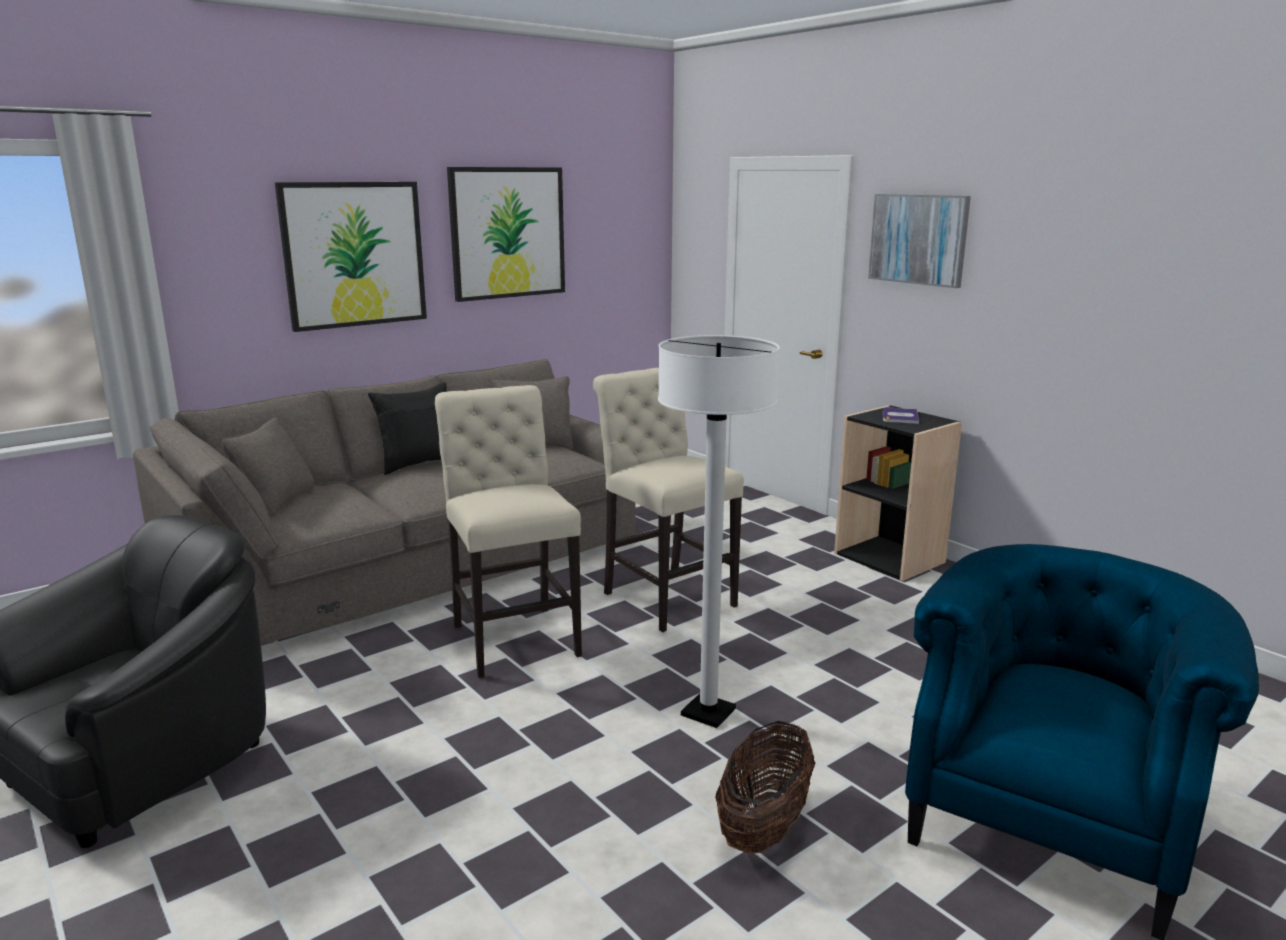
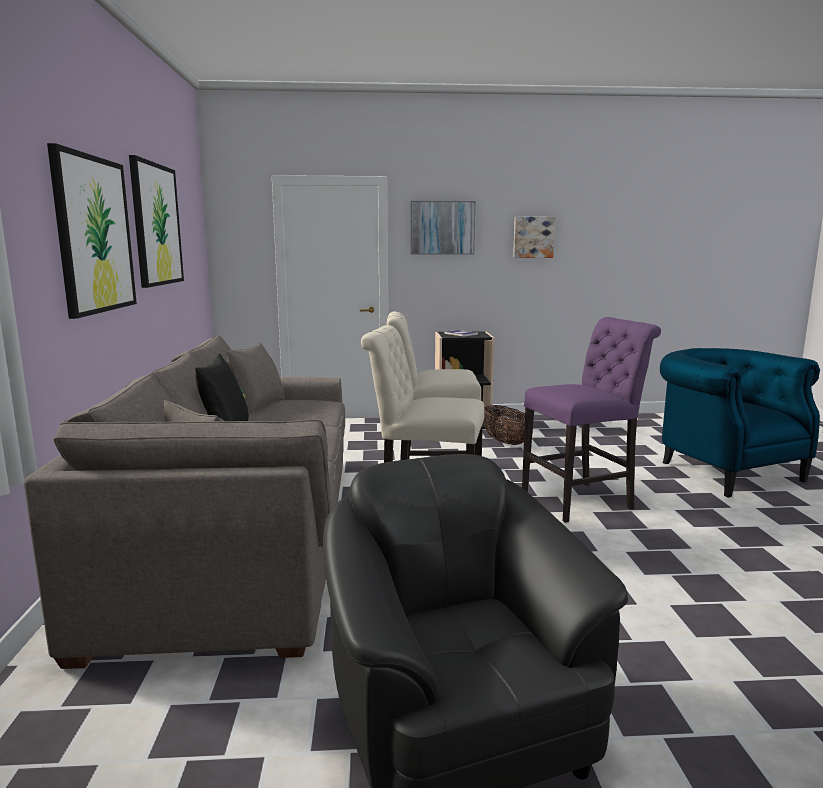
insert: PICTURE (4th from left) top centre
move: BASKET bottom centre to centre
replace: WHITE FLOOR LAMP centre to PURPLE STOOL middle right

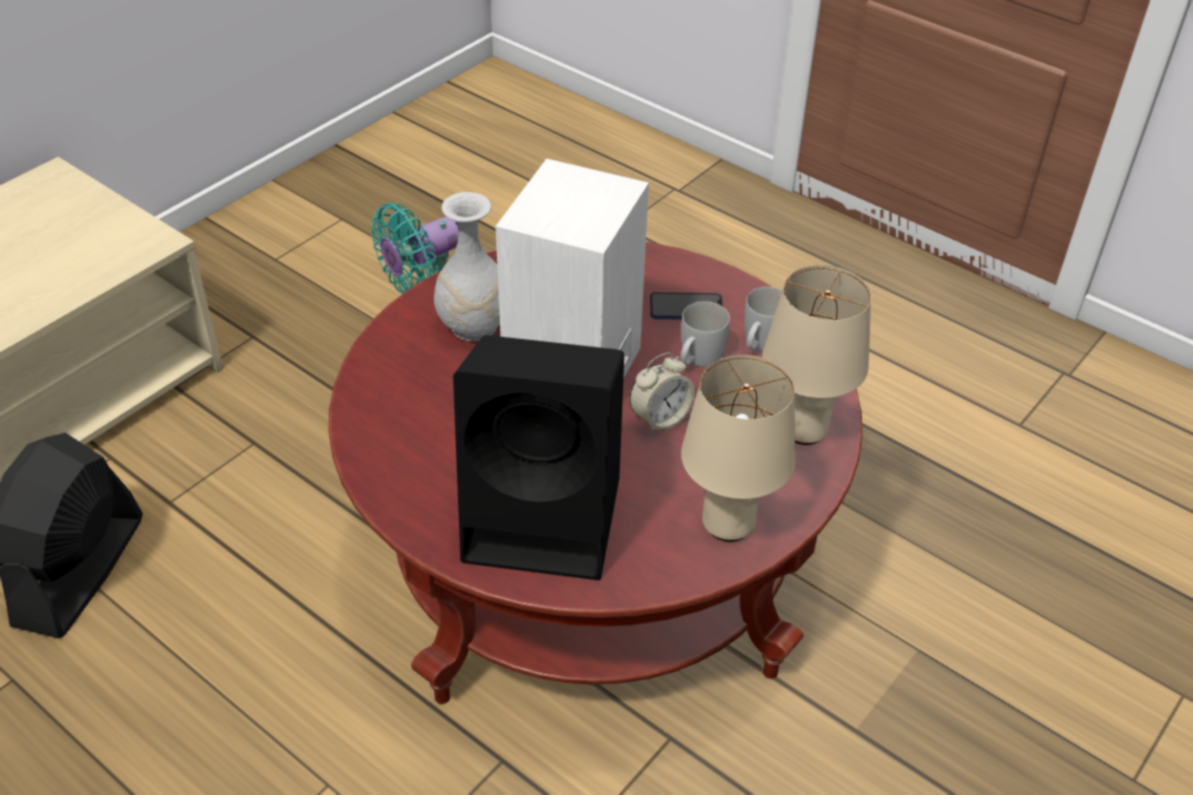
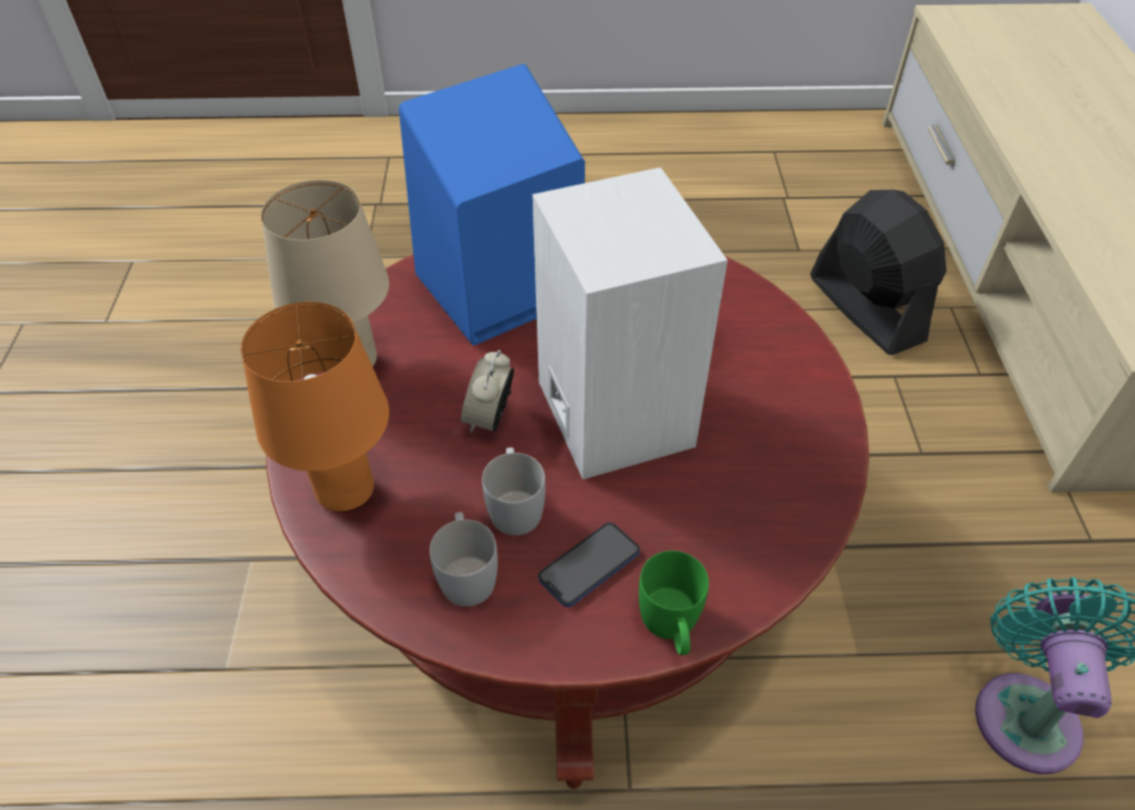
delete: WHITE VASE centre
insert: GREEN MUG bottom centre
recolor: BLACK SPEAKER centre to BLUE SPEAKER top centre; BEIGE TABLE LAMP (2nd from left) middle right to ORANGE TABLE LAMP middle left

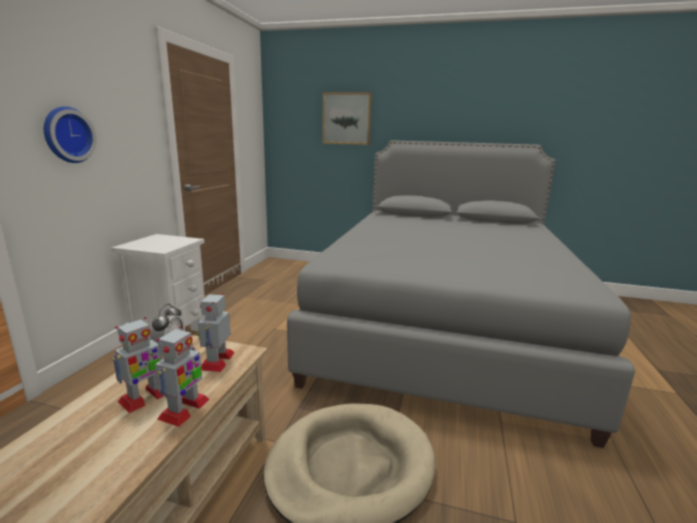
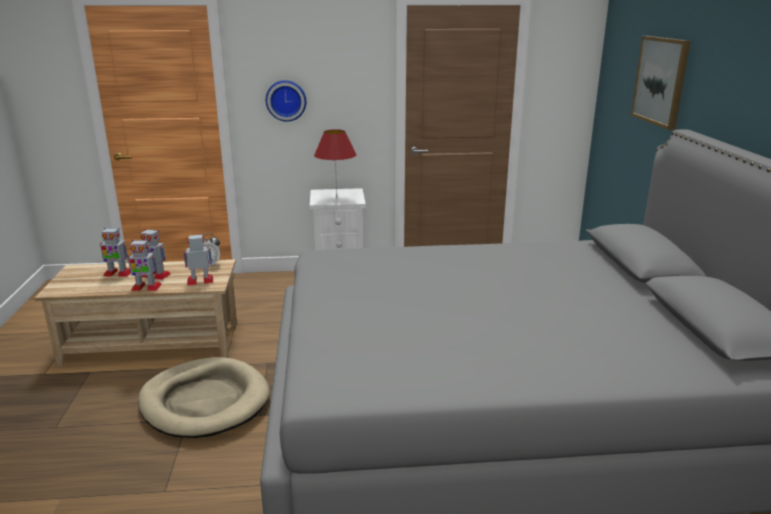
insert: TOY ROBOT (1st from left) middle left; RED TABLE LAMP top centre

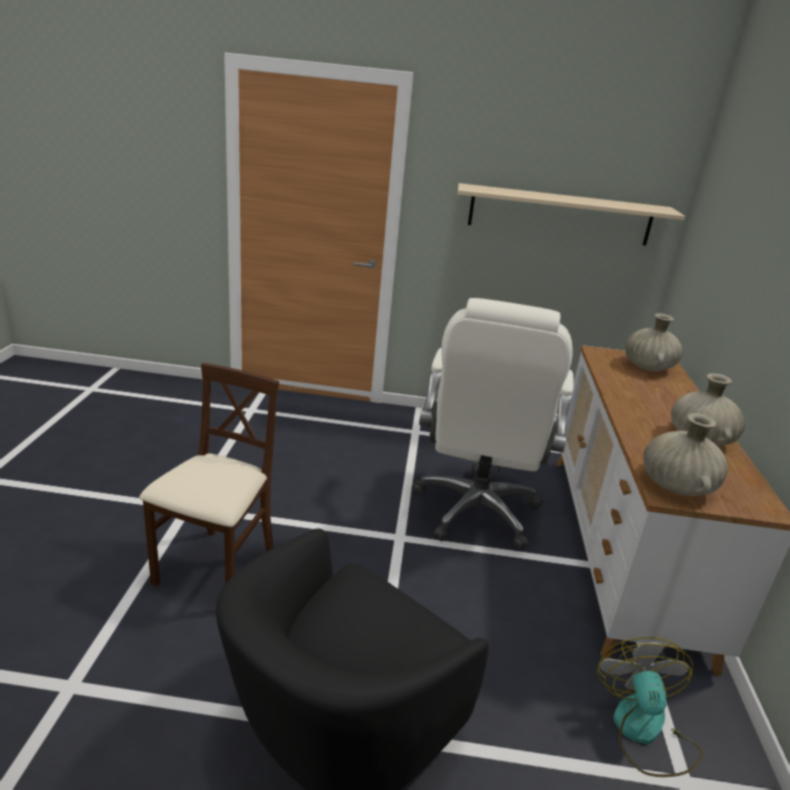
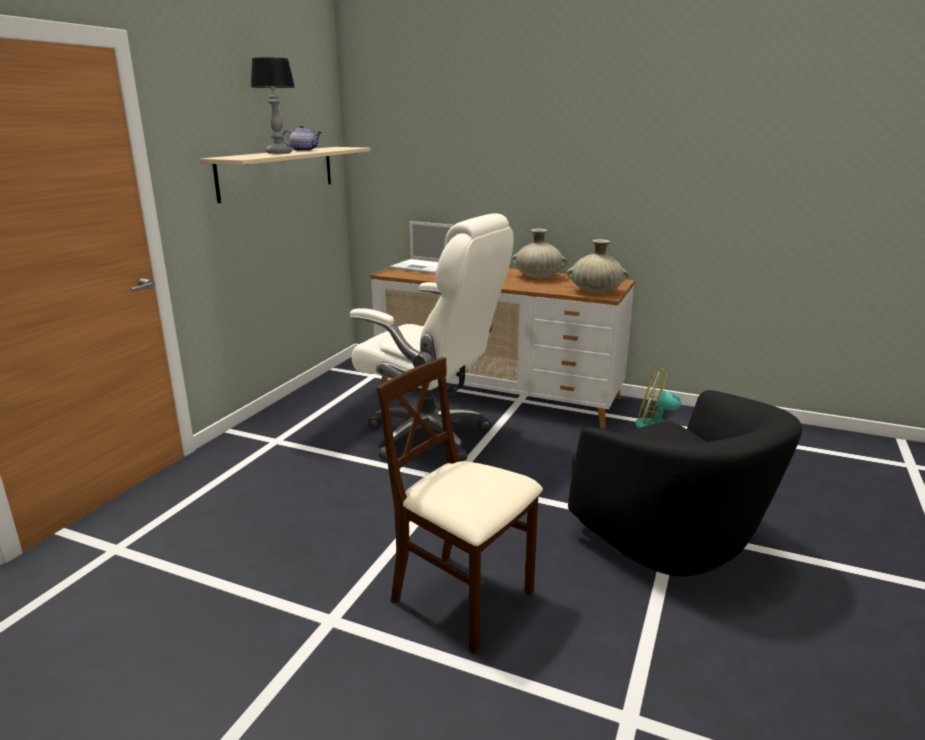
insert: TABLE LAMP top left; TEAPOT top left
replace: BEIGE VASE (1st from left) middle right to LAPTOP centre

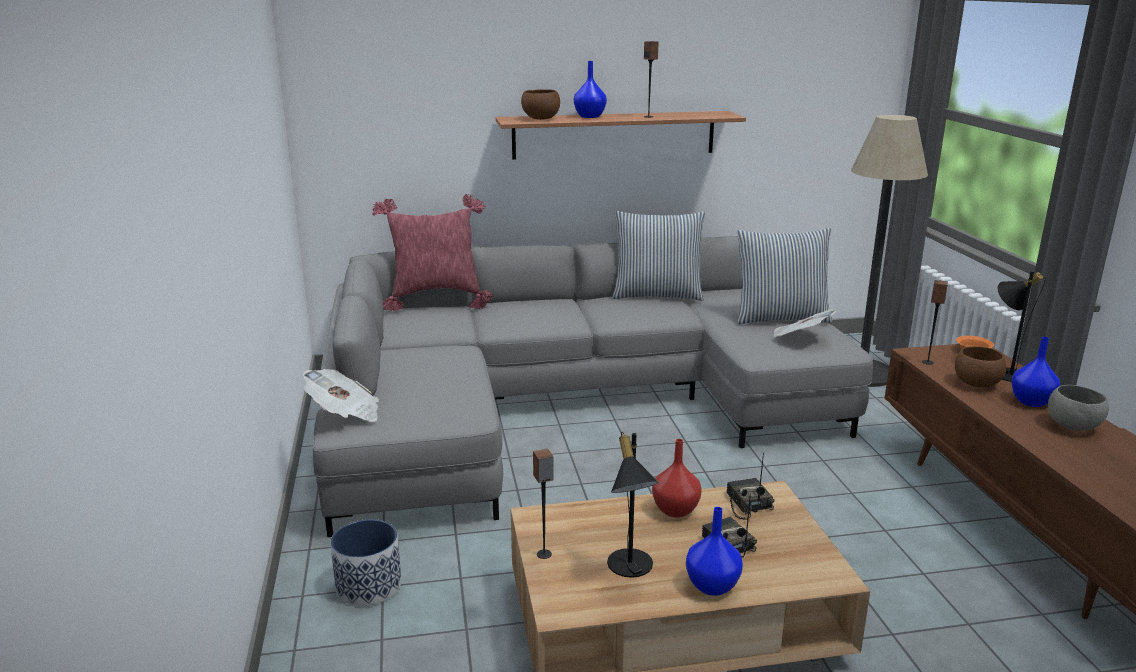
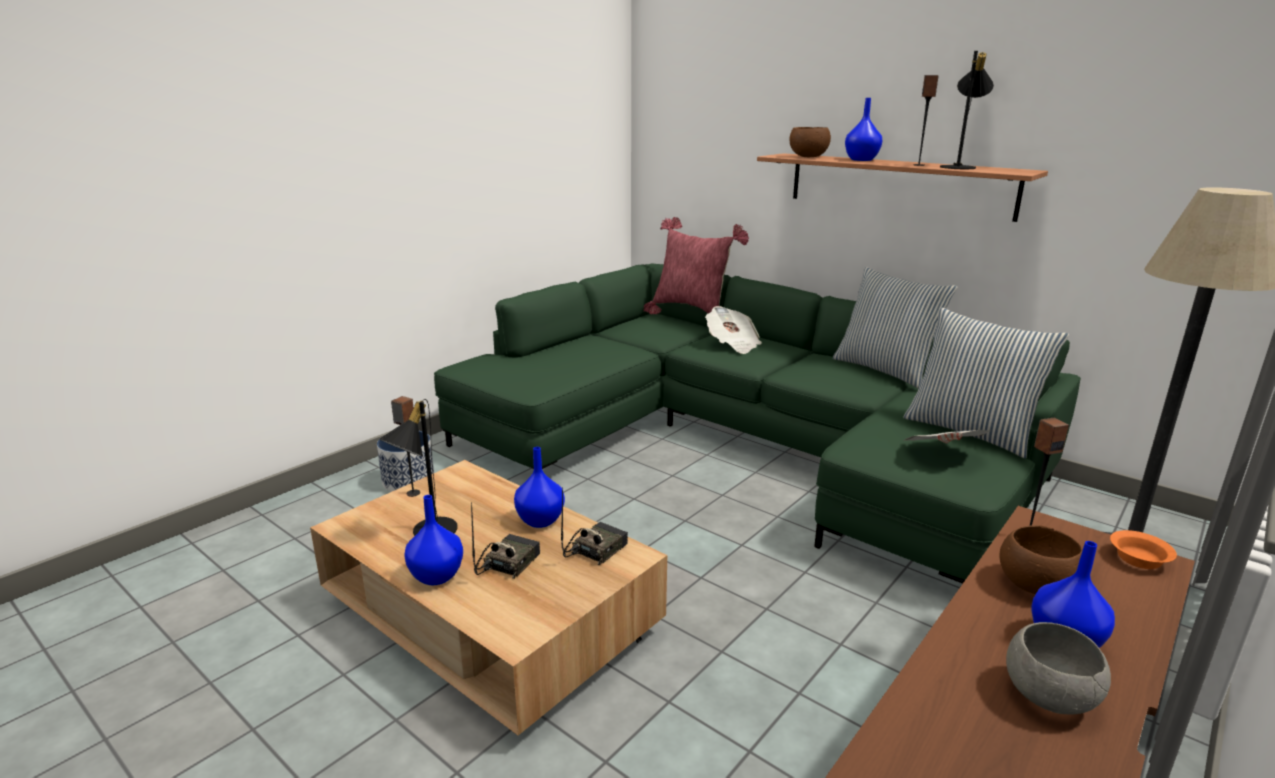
move: NEWSPAPER (1st from left) middle left to centre; BLACK TABLE LAMP (2nd from left) middle right to top right
recolor: GREY SOFA centre to GREEN SOFA centre; RED VASE bottom centre to BLUE VASE (2nd from left) centre

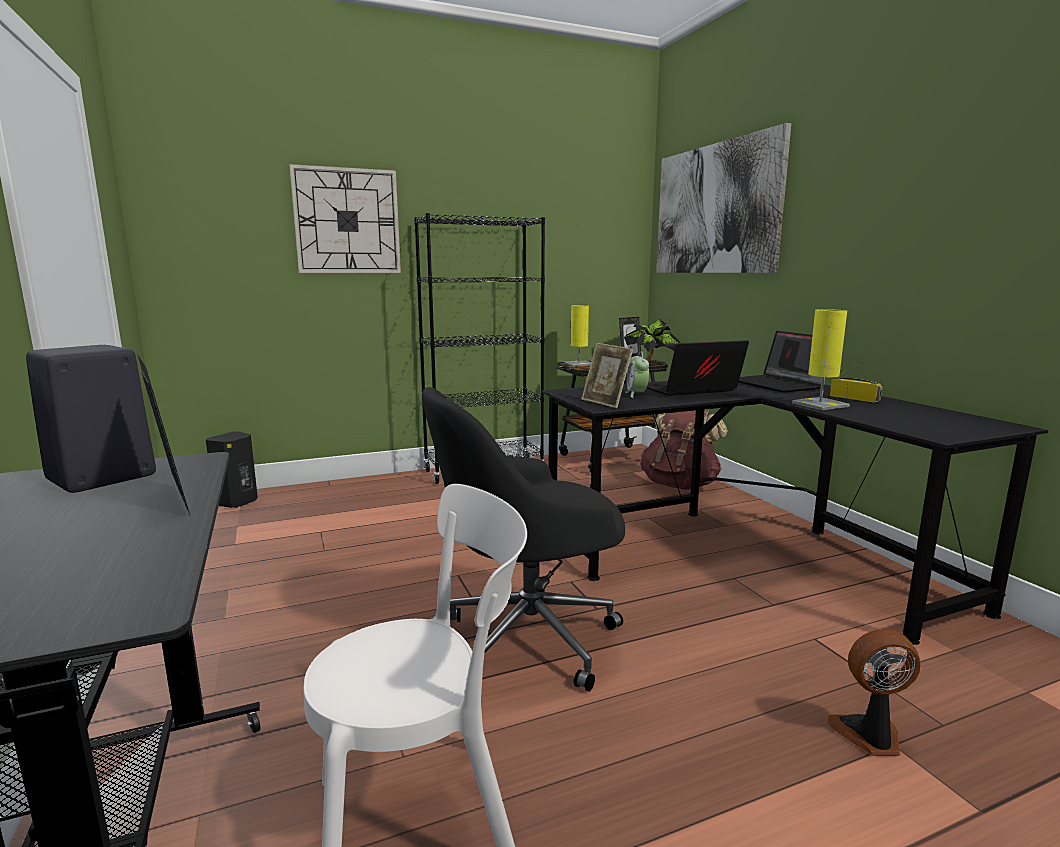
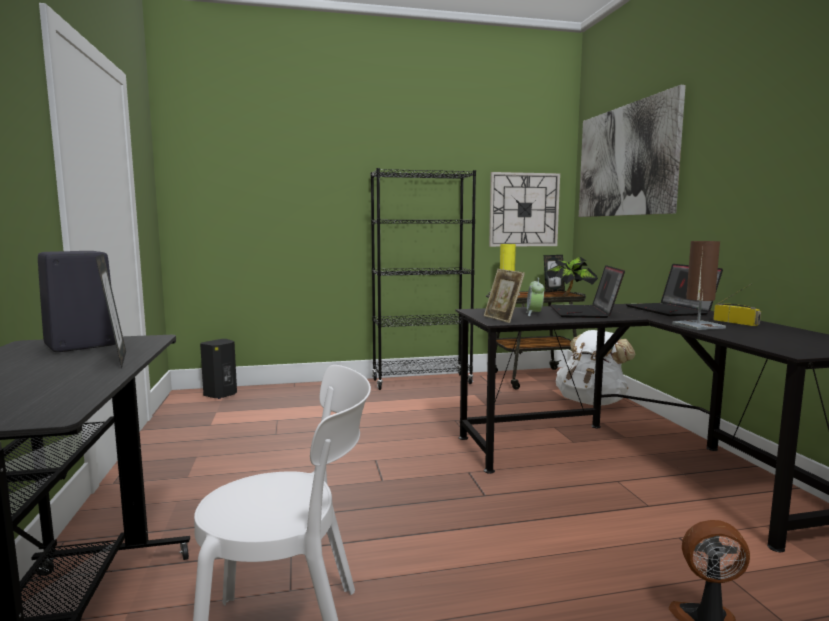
delete: BLACK OFFICE CHAIR centre
move: WALL CLOCK top left to centre
recolor: BROWN BACKPACK centre to WHITE BACKPACK middle right; YELLOW TABLE LAMP (2nd from left) middle right to BROWN TABLE LAMP middle right
rotate: LAPTOP (1st from left) centre = middle right 75 degrees counterclockwise

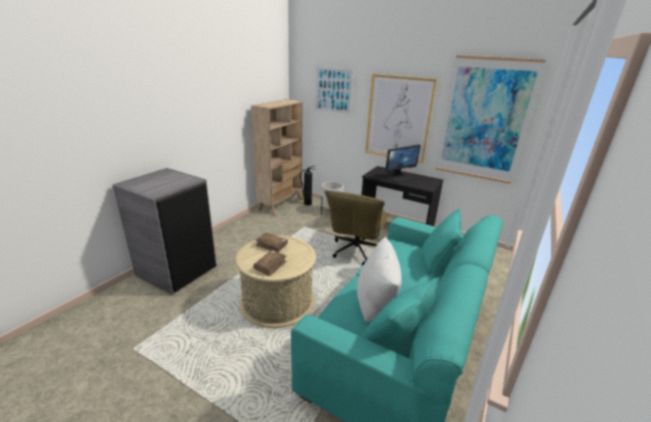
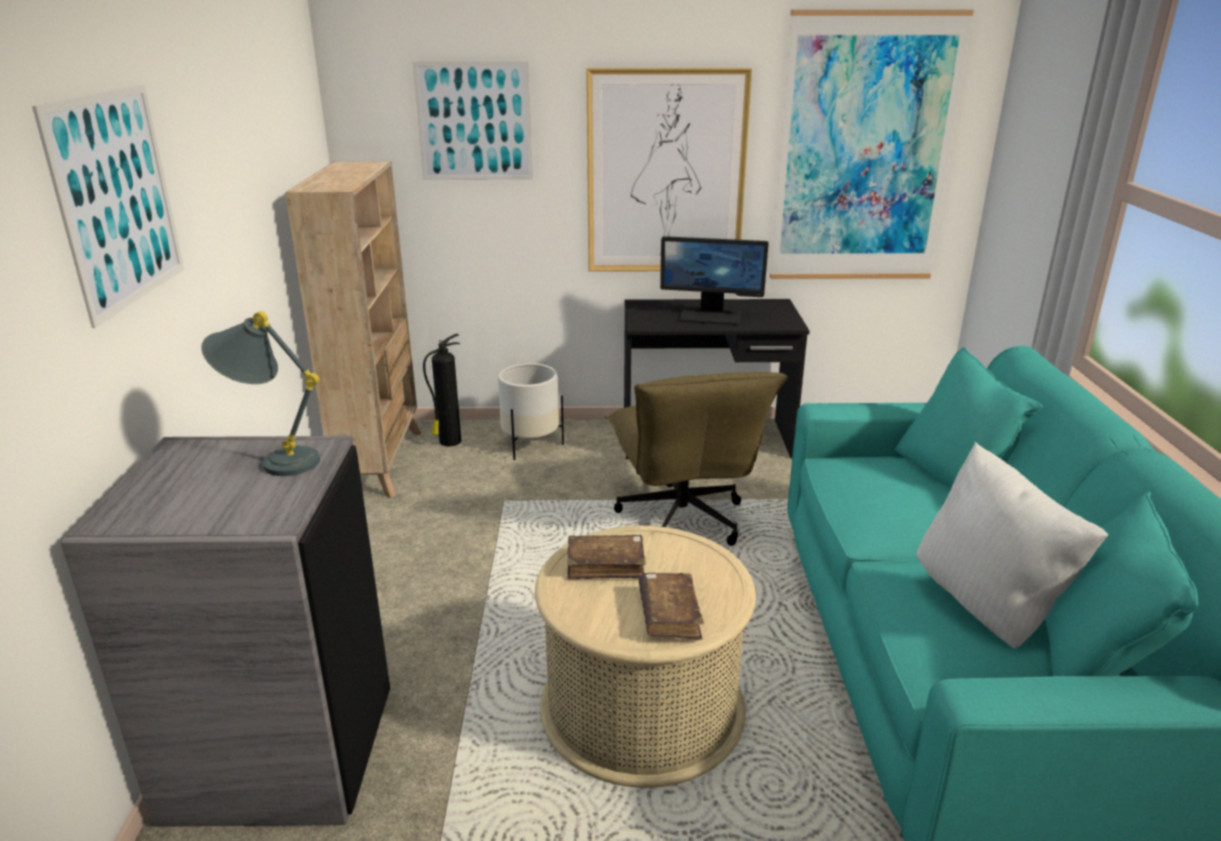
insert: PICTURE (1st from left) top left; GREY TABLE LAMP middle left
rotate: MONITOR centre = top centre 75 degrees clockwise

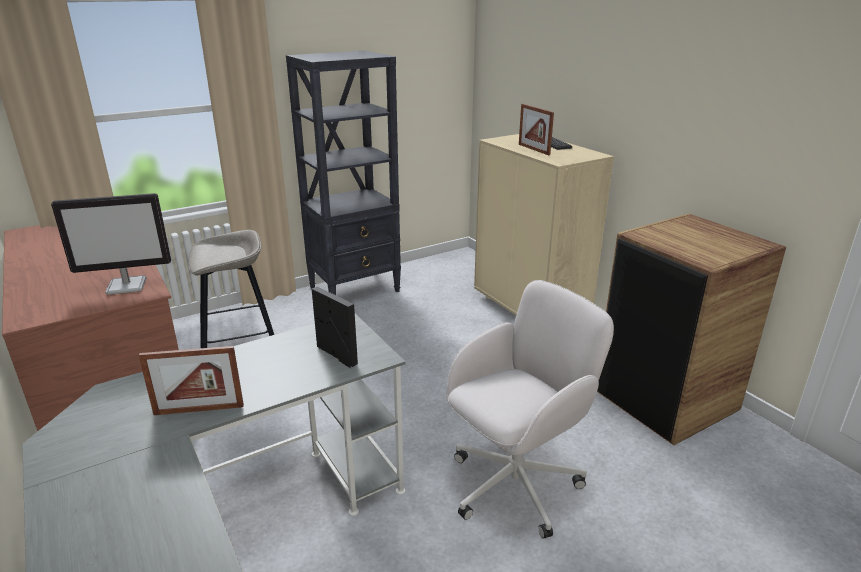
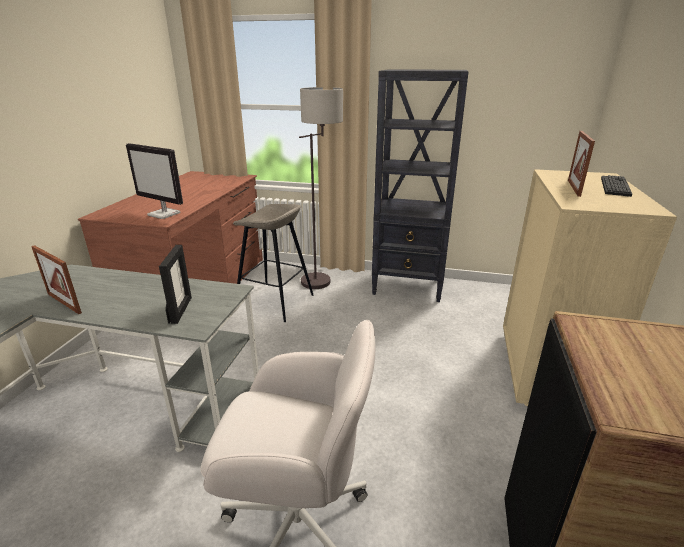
insert: GREY FLOOR LAMP centre

